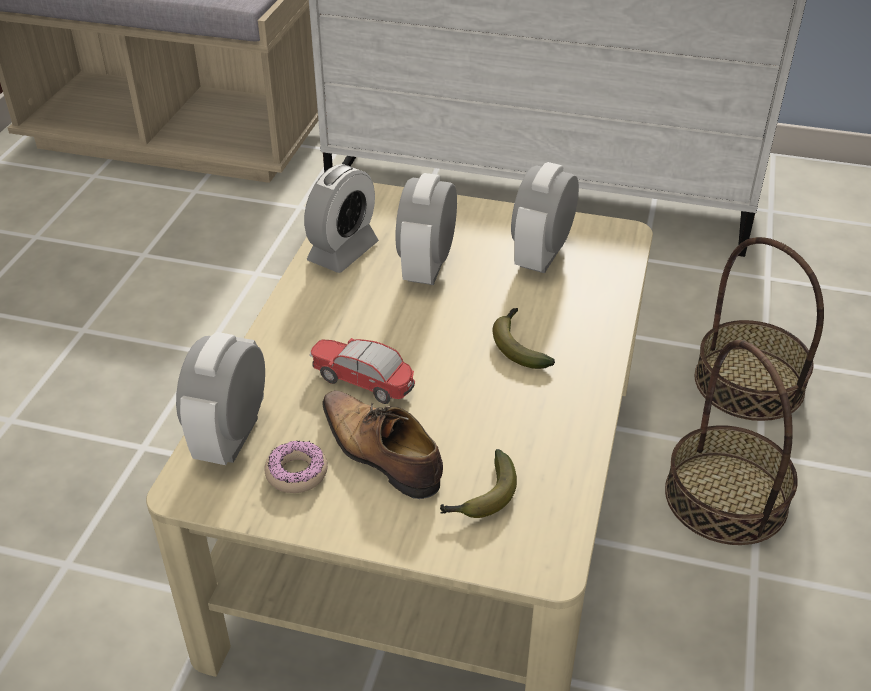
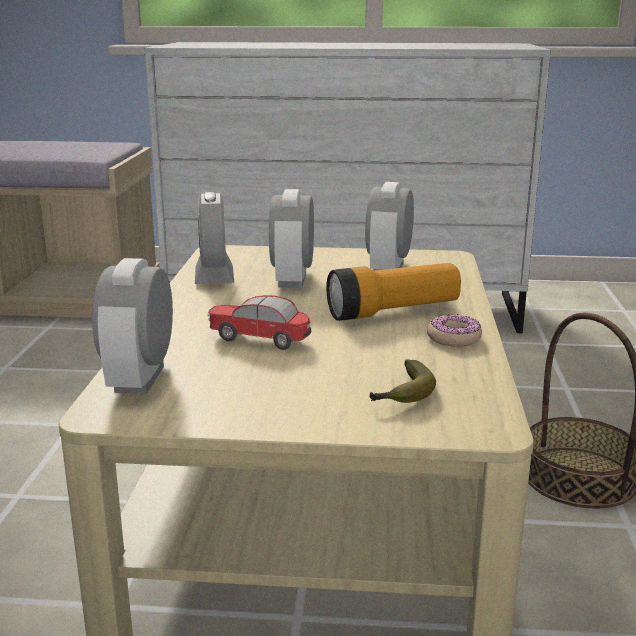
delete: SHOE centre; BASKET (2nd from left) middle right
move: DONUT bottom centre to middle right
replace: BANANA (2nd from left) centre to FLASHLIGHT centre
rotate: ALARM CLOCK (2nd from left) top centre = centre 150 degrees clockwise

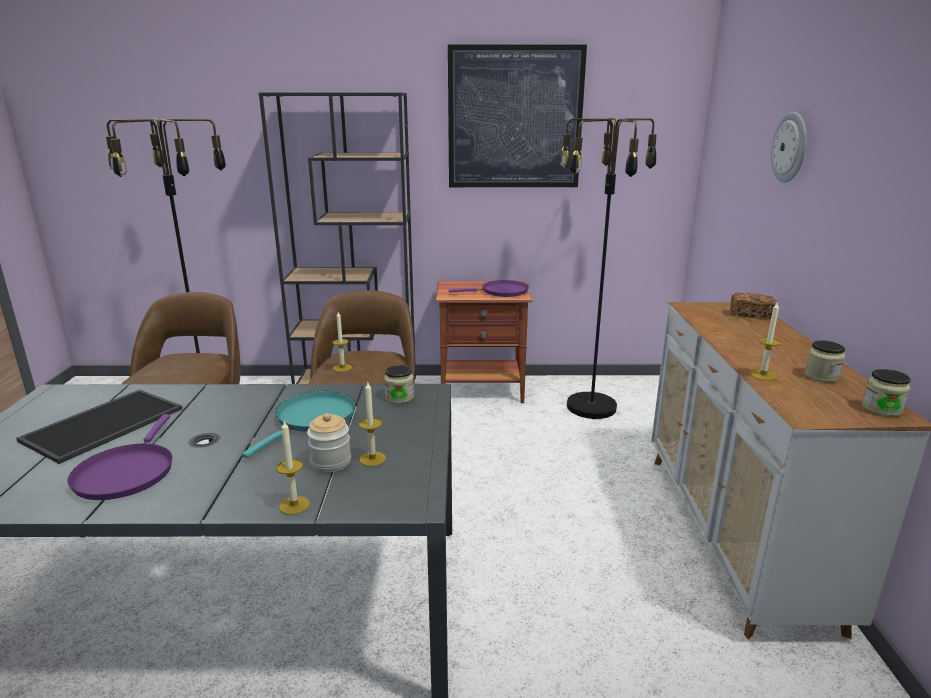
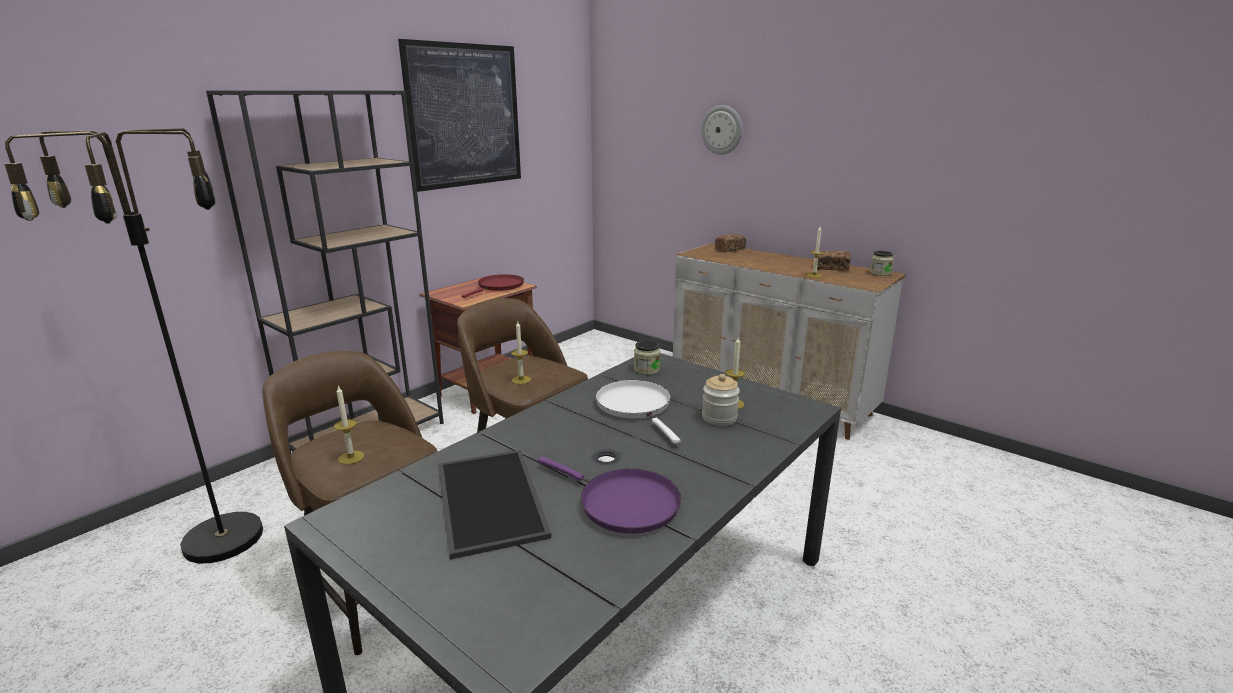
delete: FLOOR LAMP (2nd from left) centre
move: CANDLE (1st from left) bottom left to middle left
replace: JAR (3rd from left) middle right to BREAD (2nd from left) middle right
recolor: TURQUOISE FRYING PAN middle left to WHITE FRYING PAN centre; PURPLE FRYING PAN (2nd from left) centre to RED FRYING PAN centre

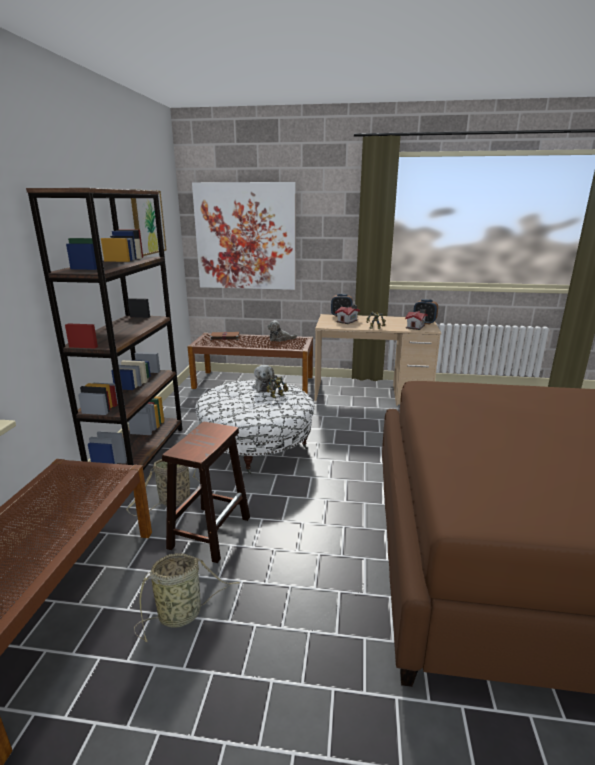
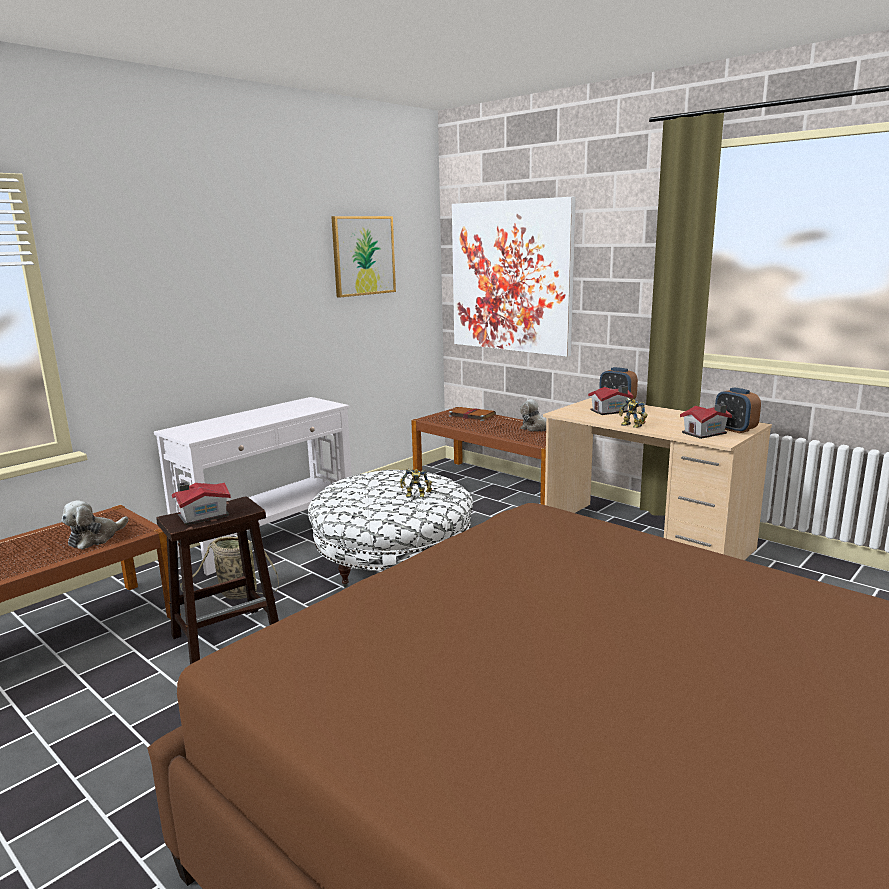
delete: BASKET (2nd from left) bottom left
insert: TOY HOUSE (1st from left) middle left
move: PLUSH TOY (1st from left) centre to middle left
replace: BROWN BOOKCASE middle left to WHITE CONSOLE TABLE middle left

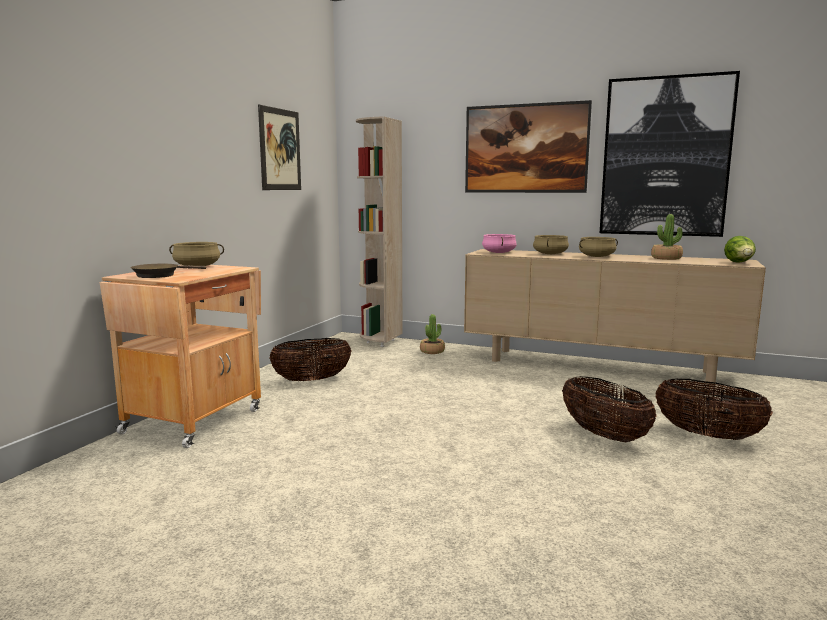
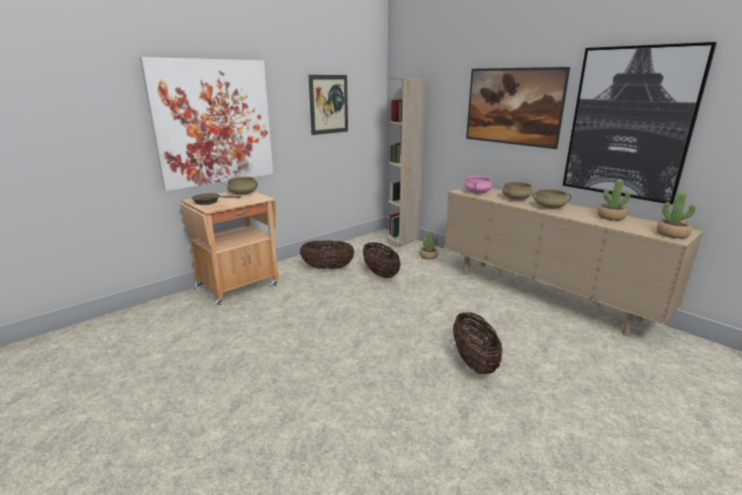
insert: PICTURE (1st from left) top left
move: BASKET (3rd from left in the first image) middle right to BASKET (2nd from left) centre
replace: LETTUCE middle right to POTTED PLANT (3rd from left) middle right

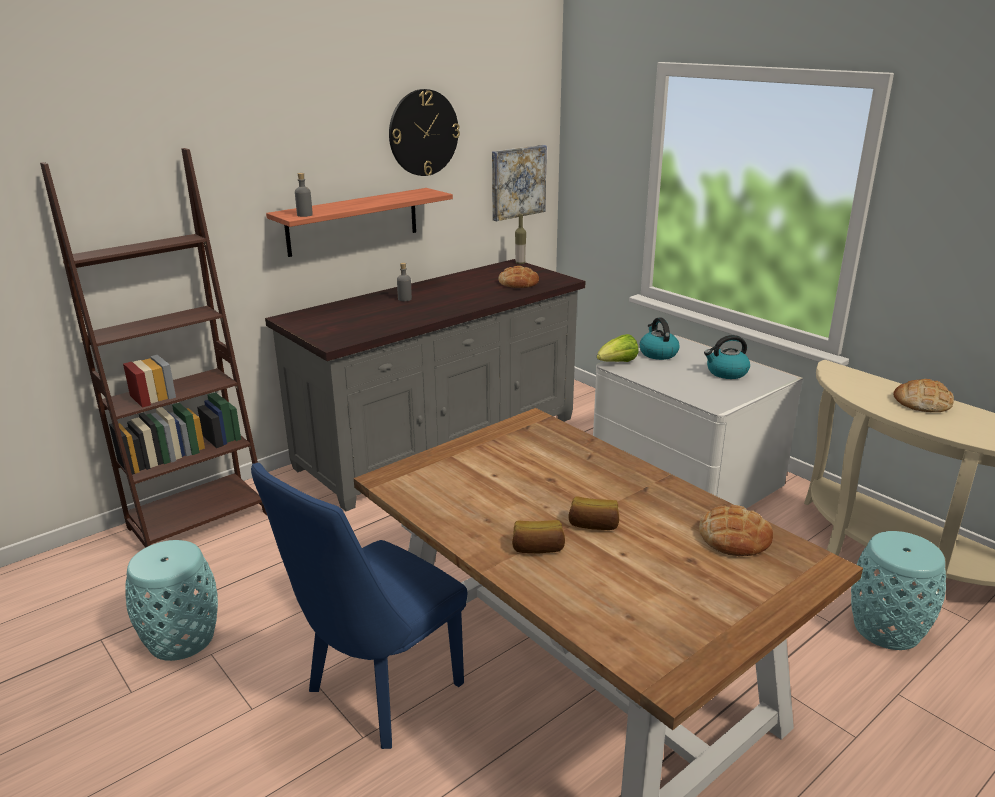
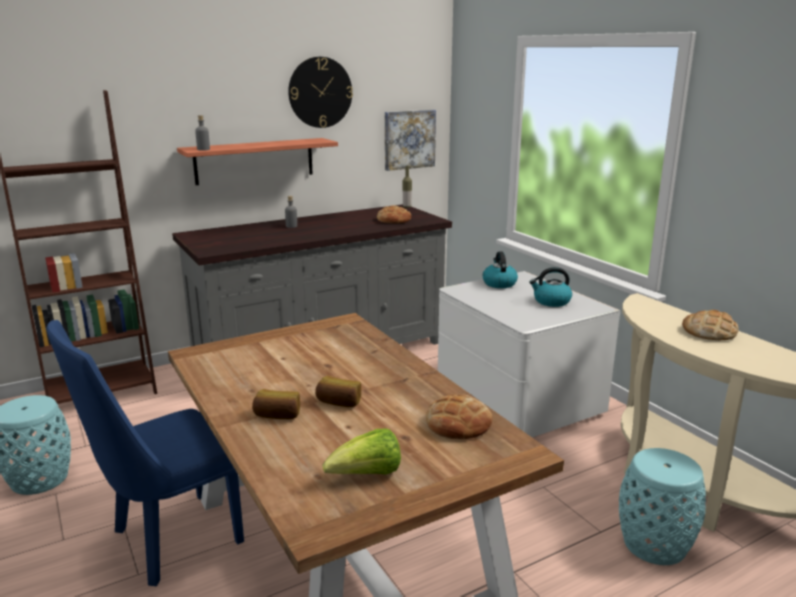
move: LETTUCE centre to bottom centre

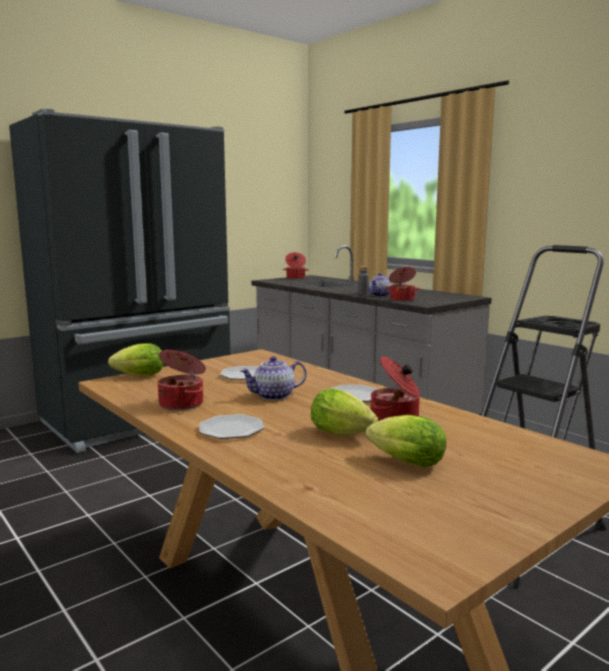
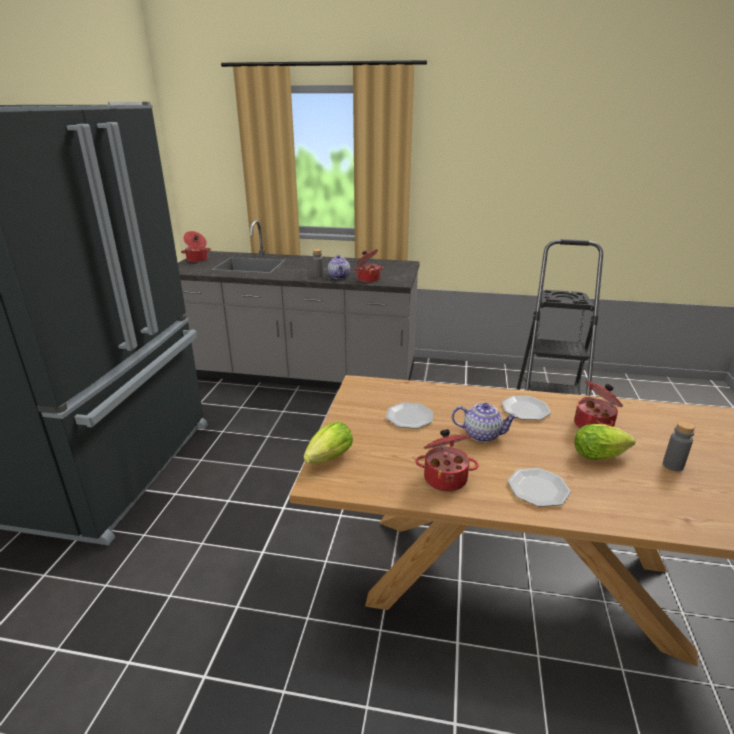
replace: LETTUCE (3rd from left) middle right to GREY BOTTLE (2nd from left) middle right
rotate: TEAPOT (1st from left in the first image) centre = centre 105 degrees counterclockwise

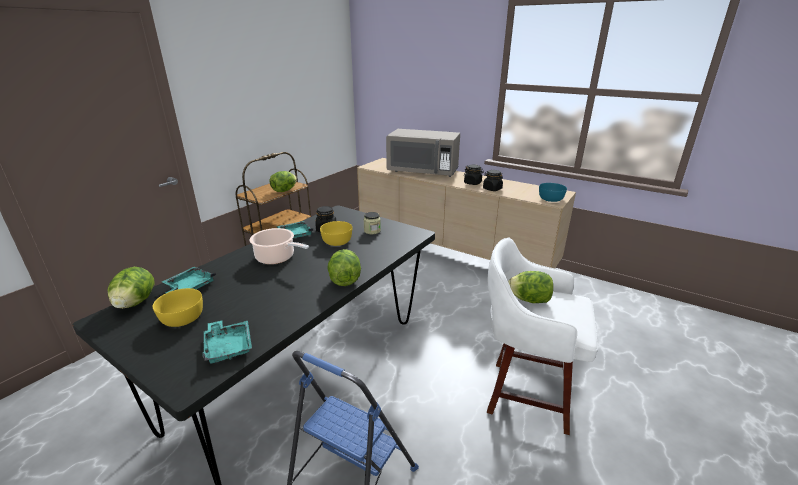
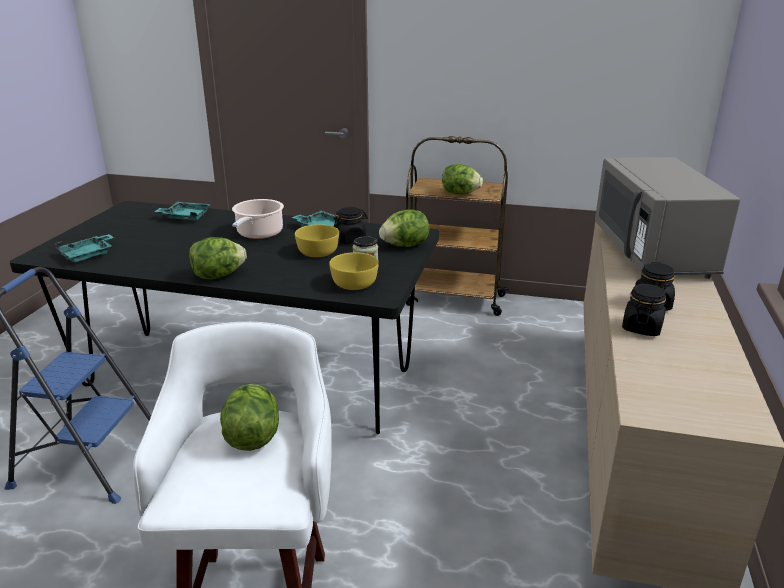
delete: TURQUOISE BOWL middle right
move: LETTUCE (1st from left in the first image) middle left to LETTUCE (3rd from left) centre; YELLOW BOWL (1st from left in the first image) middle left to YELLOW BOWL (2nd from left) centre

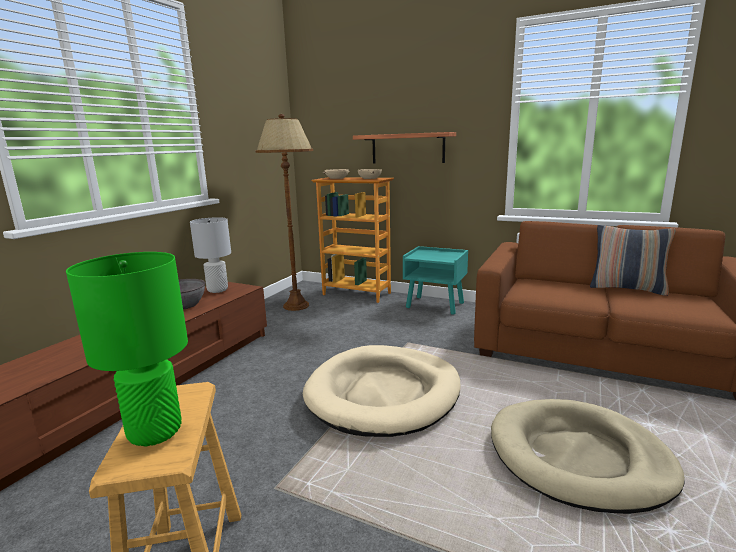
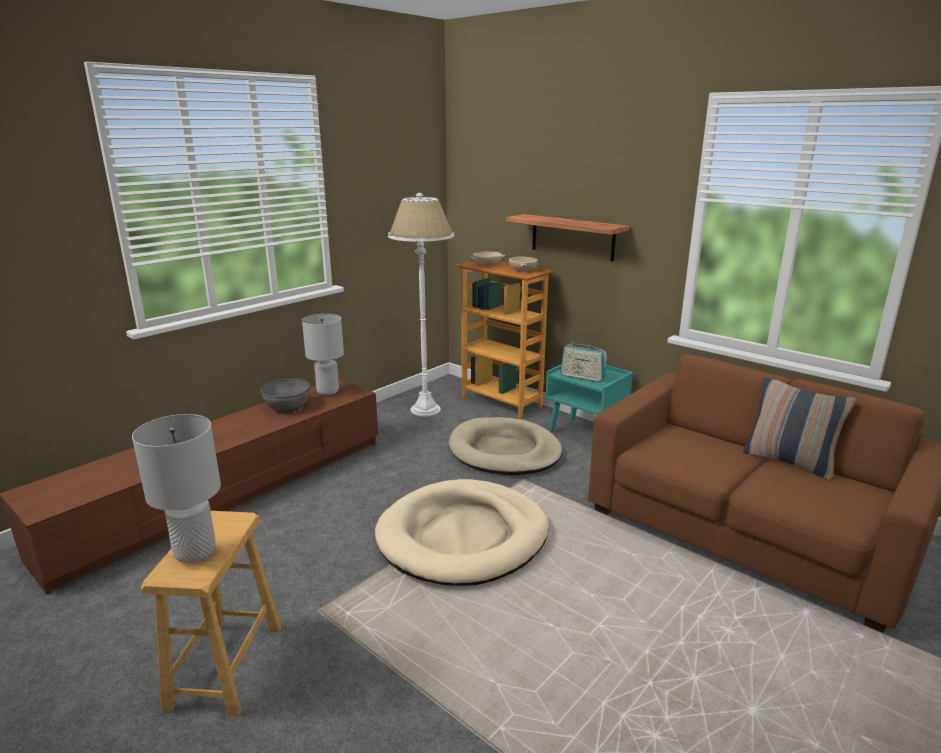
insert: RADIO centre
move: BEIGE DOG BED (2nd from left) bottom right to centre
recolor: GREEN TABLE LAMP middle left to GREY TABLE LAMP (1st from left) middle left; BROWN FLOOR LAMP centre to WHITE FLOOR LAMP centre

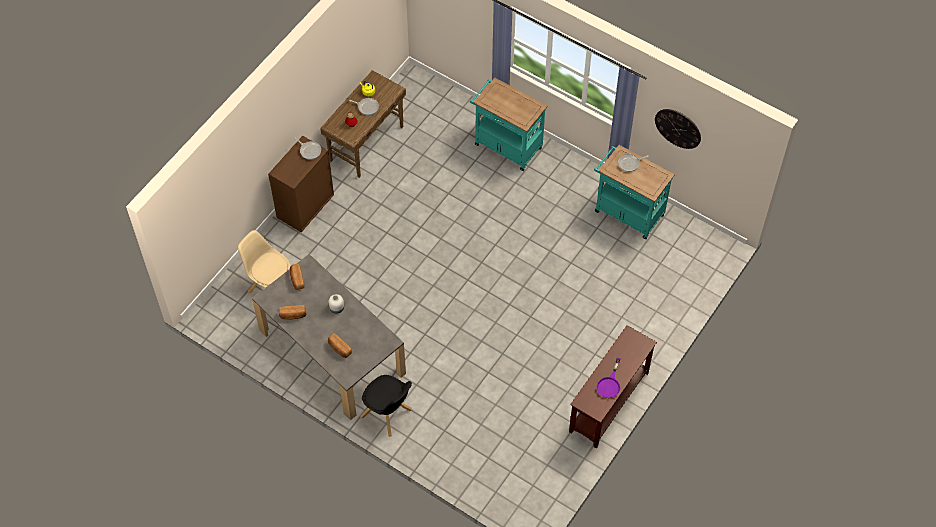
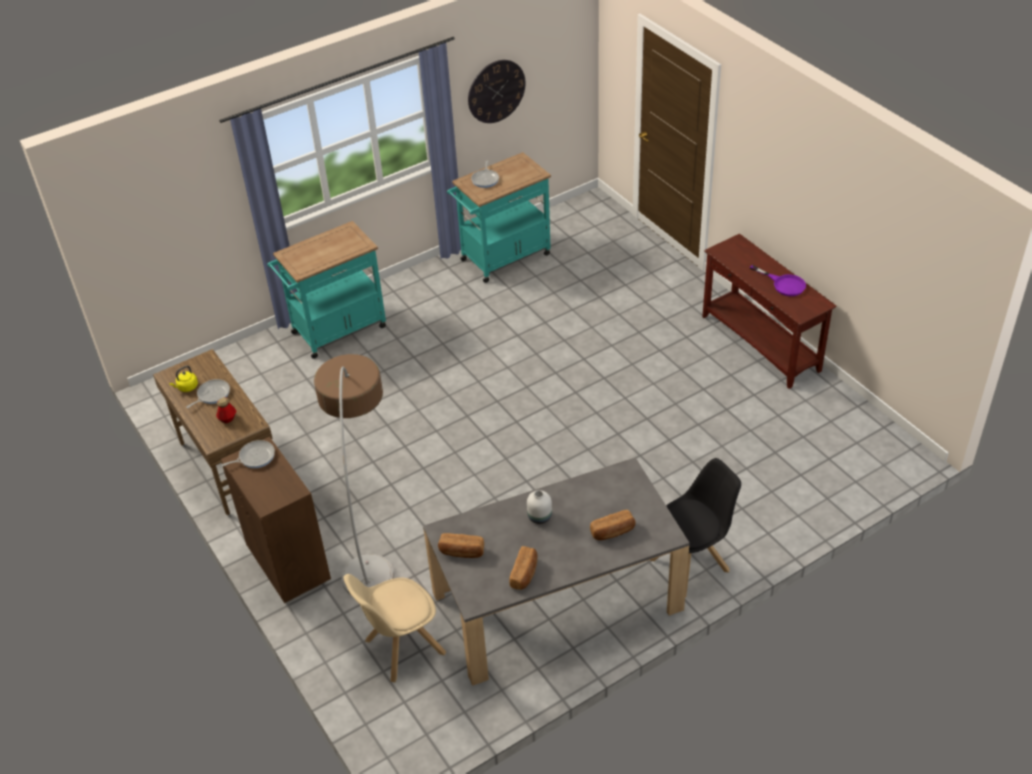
insert: FLOOR LAMP centre

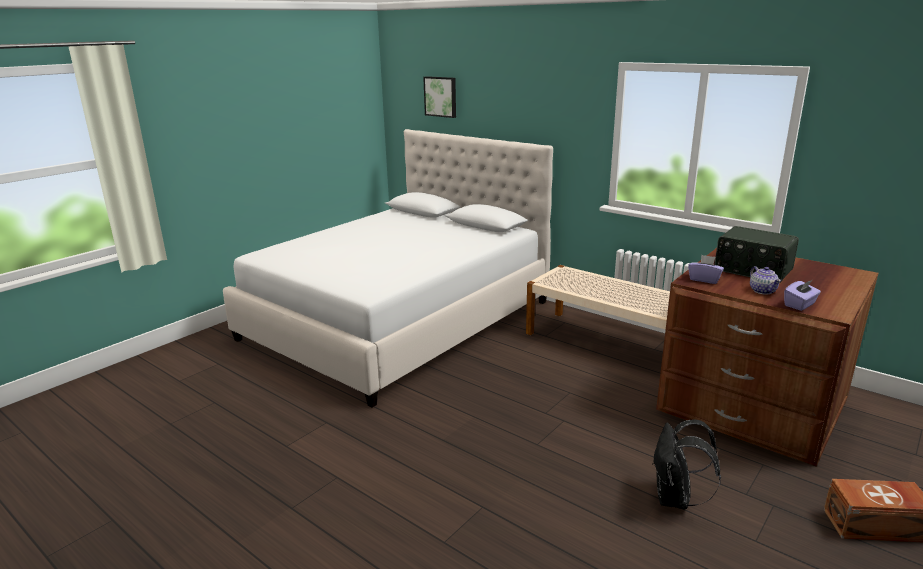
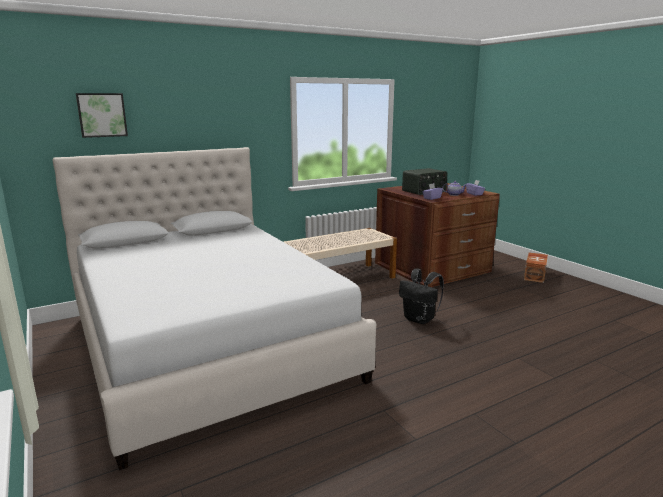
move: BLACK BACKPACK bottom right to centre

